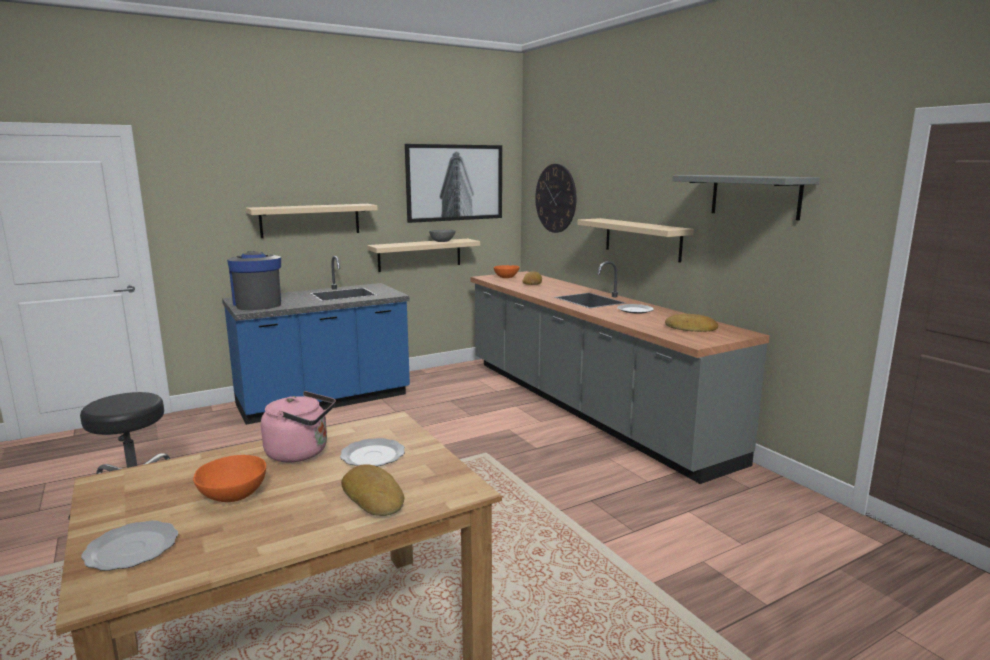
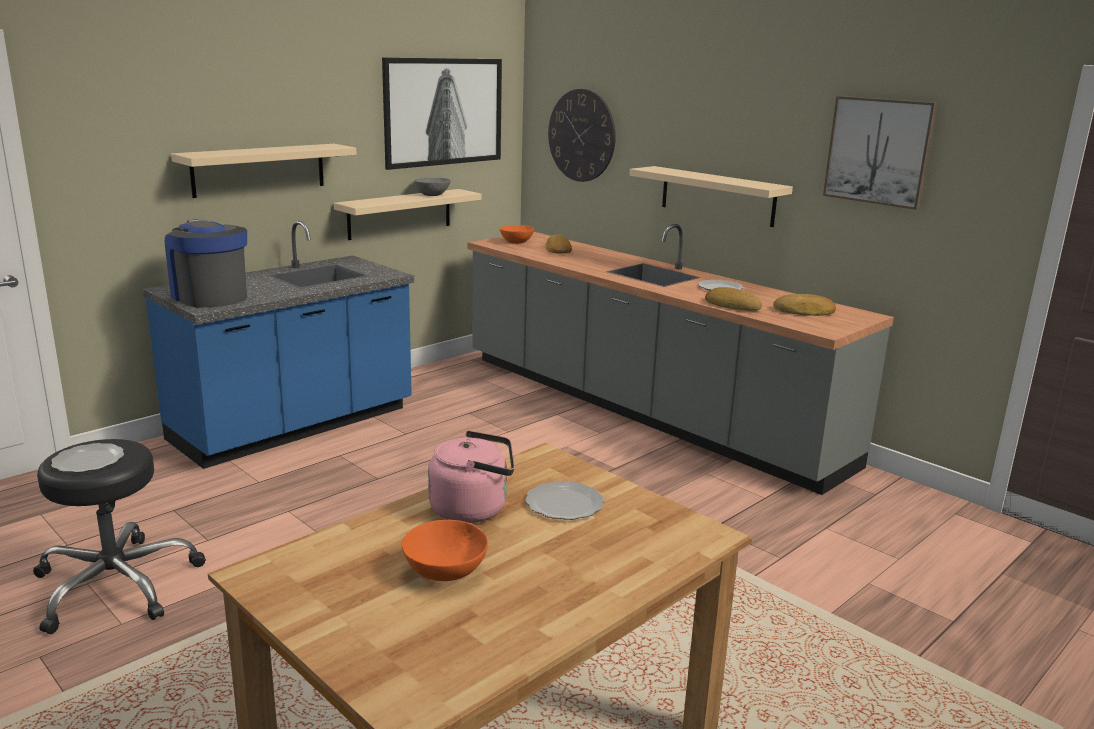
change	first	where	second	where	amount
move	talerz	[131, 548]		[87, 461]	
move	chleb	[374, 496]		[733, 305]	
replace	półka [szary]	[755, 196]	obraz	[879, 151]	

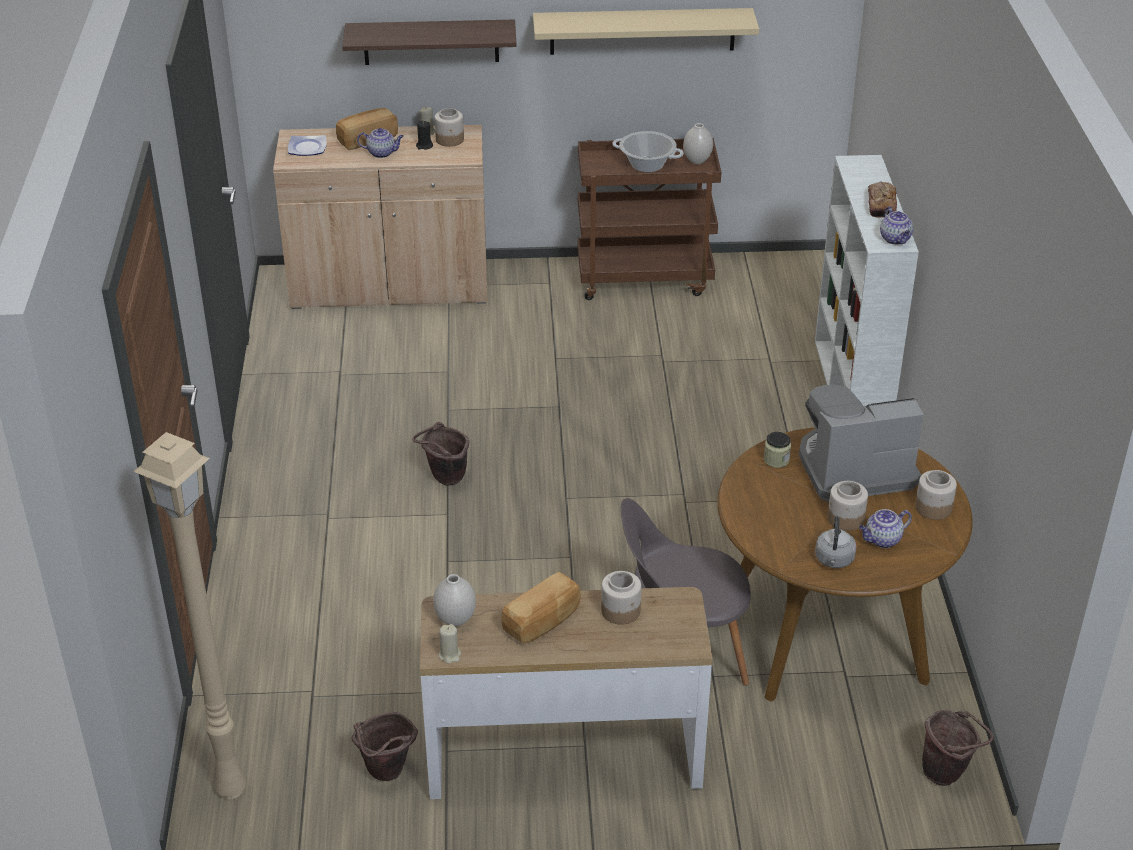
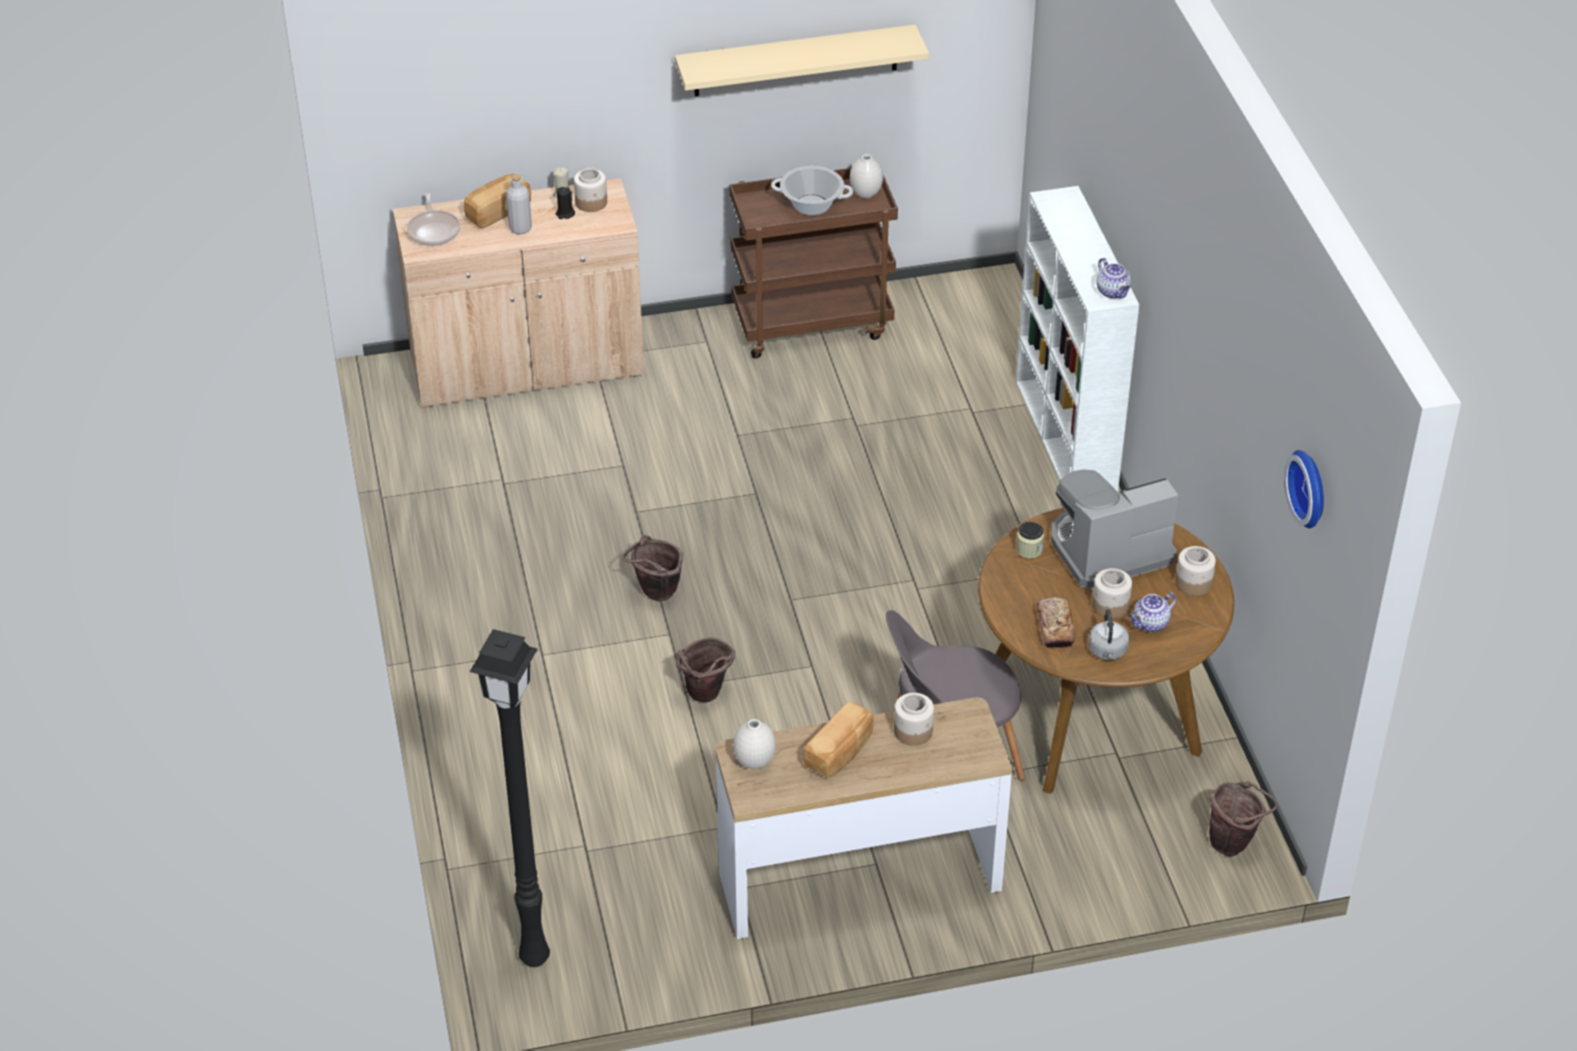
change	first	where	second	where	amount
recolor	lampa stojąca [beżowy]	[228, 790]	lampa stojąca [czarny]	[532, 958]	
replace	talerz	[308, 148]	patelnia	[434, 230]	
delete	półka	[431, 42]			
move	wiadro [brązowy]	[386, 775]		[705, 697]	
replace	imbryk	[382, 153]	butelka [szary]	[520, 228]	
delete	świeca [beżowy]	[450, 655]			
move	chleb	[881, 205]		[1055, 627]	
insert			zegar ścienny	[1311, 488]	

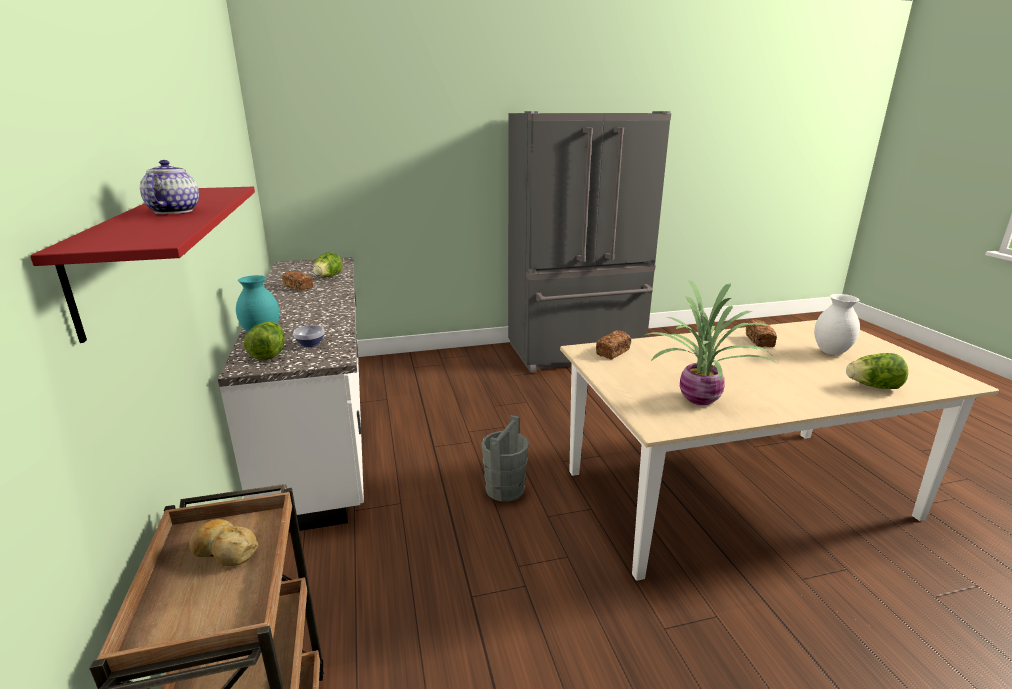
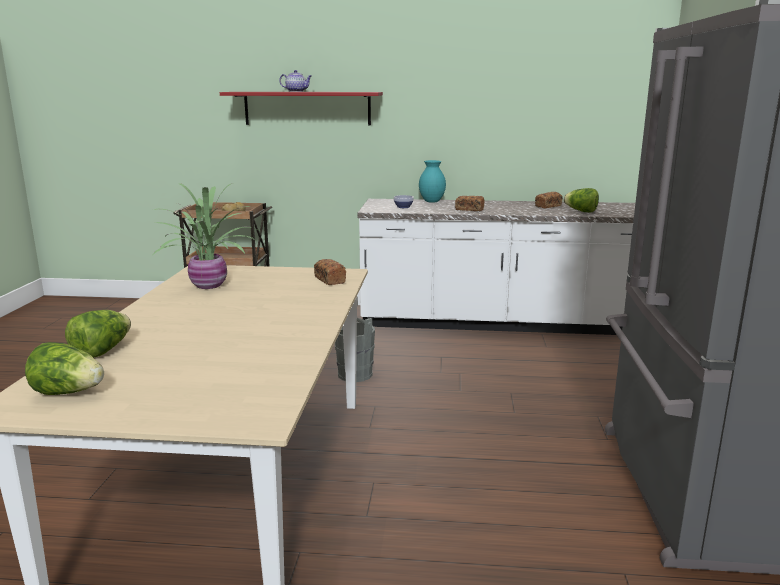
change	first	where	second	where	amount
move	sałata	[269, 354]		[69, 392]	
move	chleb	[759, 341]		[469, 209]	
delete	wazon [biały]	[831, 352]			

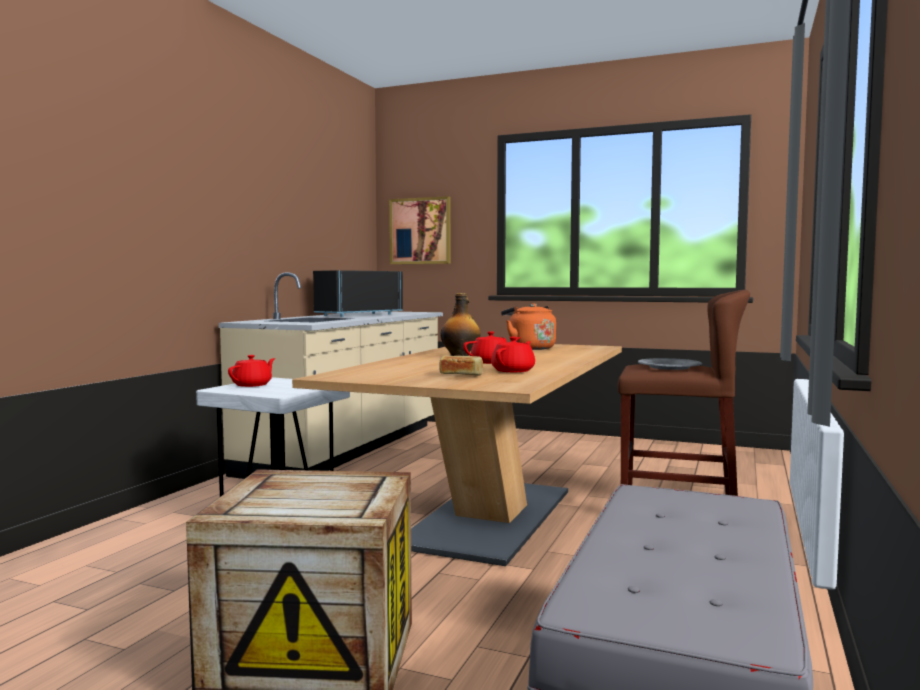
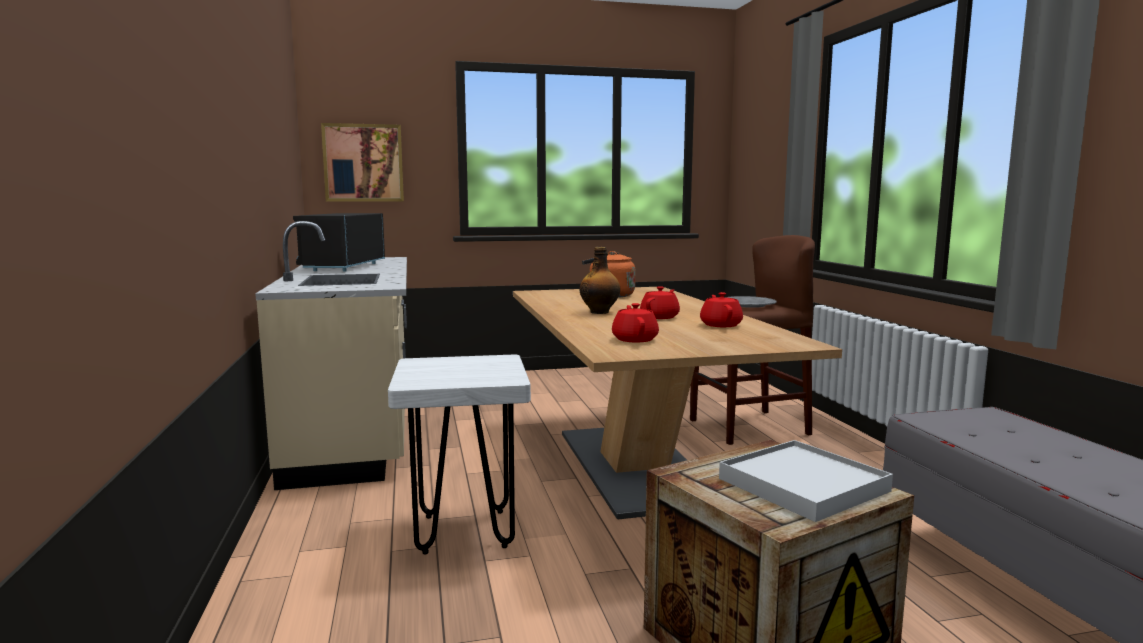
change	first	where	second	where	amount
move	imbryk [czerwony]	[252, 385]		[635, 339]	
delete	chleb	[461, 375]			
insert			taca [biały]	[802, 485]	

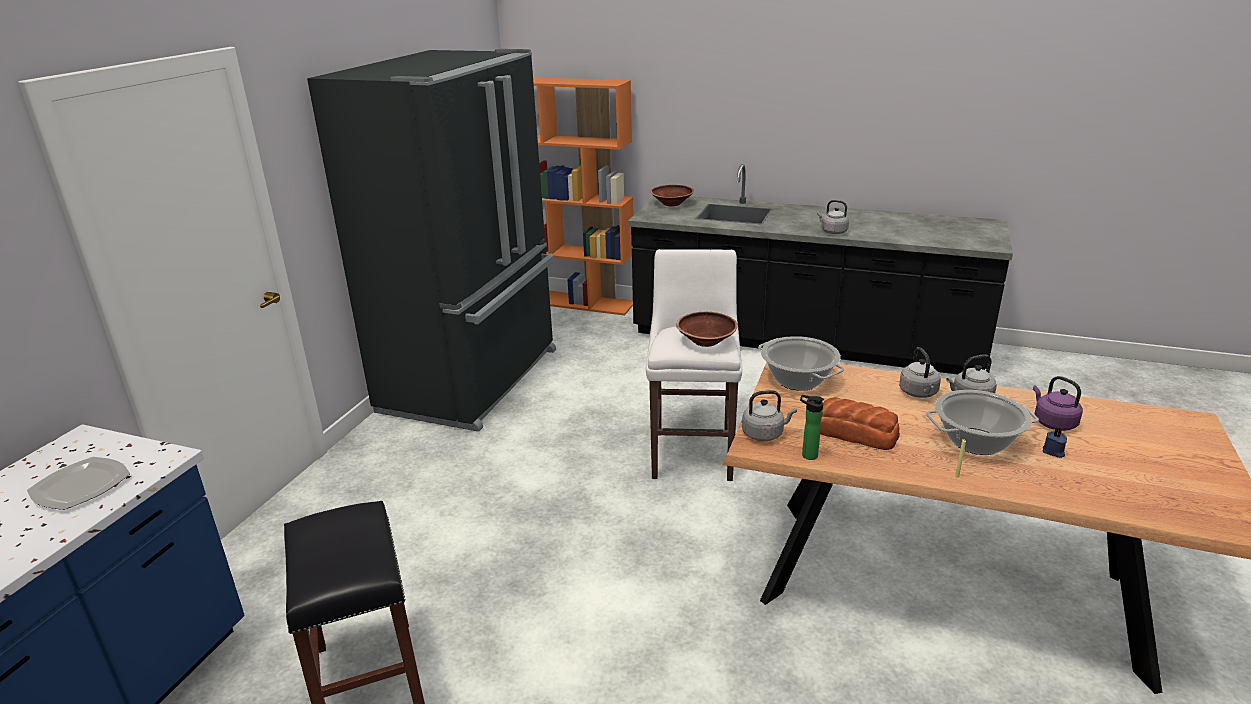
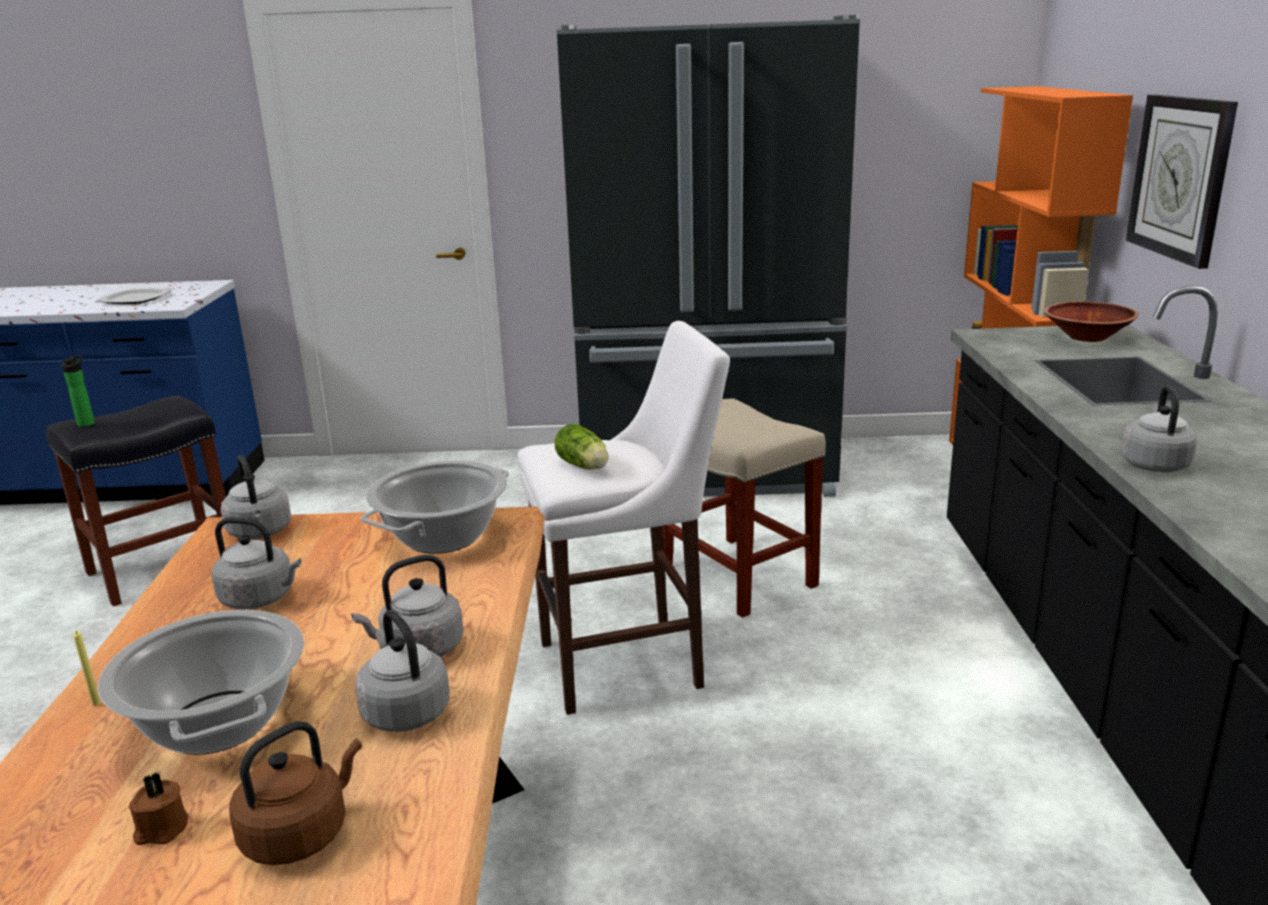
change	first	where	second	where	amount
replace	miska [brązowy]	[706, 341]	sałata	[584, 466]	
move	butelka	[807, 455]		[87, 423]	
replace	chleb	[854, 433]	czajnik [szary]	[261, 598]	
recolor	czajnik [fioletowy]	[1052, 422]	czajnik [brązowy]	[300, 834]	
recolor	świeca [niebieski]	[1053, 452]	świeca [brązowy]	[161, 829]	
insert			stołek [beżowy]	[739, 576]	
insert			zegar ścienny	[1181, 177]	

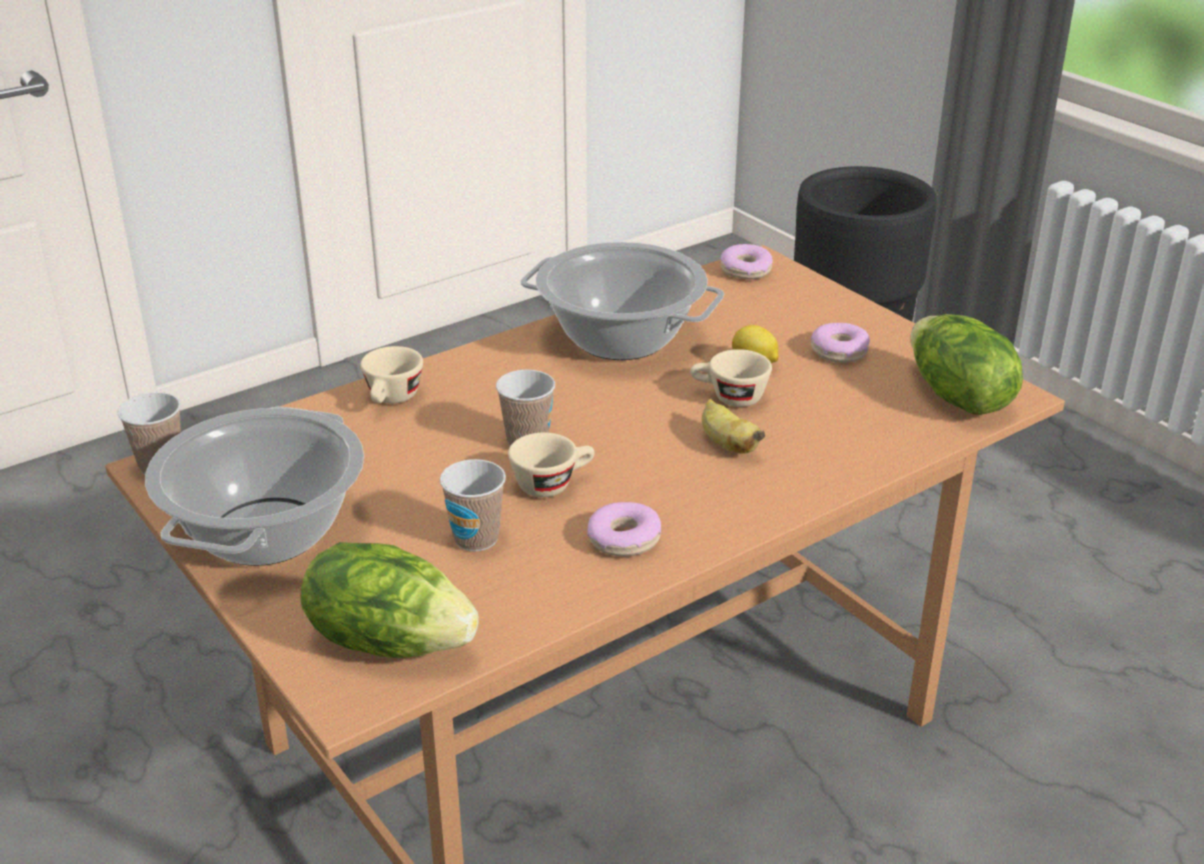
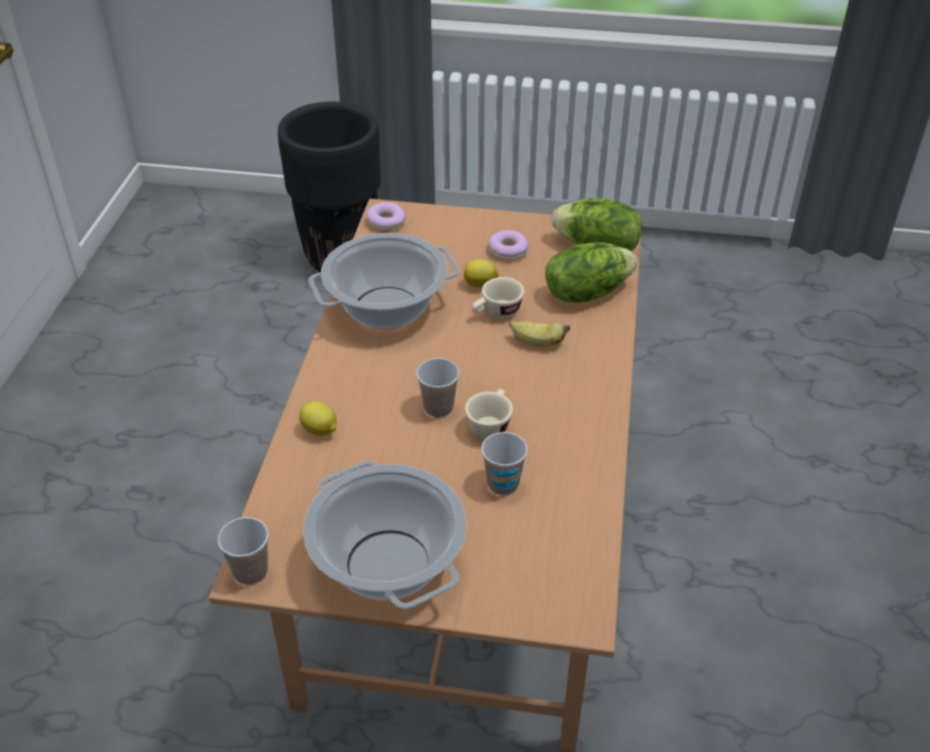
change	first	where	second	where	amount
move	sałata	[389, 640]		[586, 292]	
replace	filiżanka [beżowy]	[392, 400]	cytryna	[320, 431]	
delete	donut	[624, 539]			

